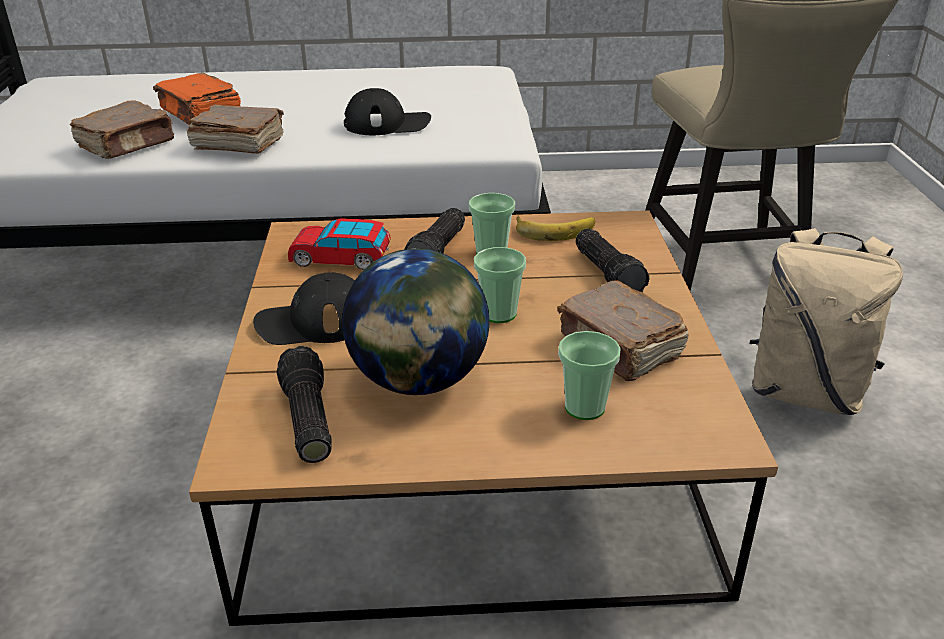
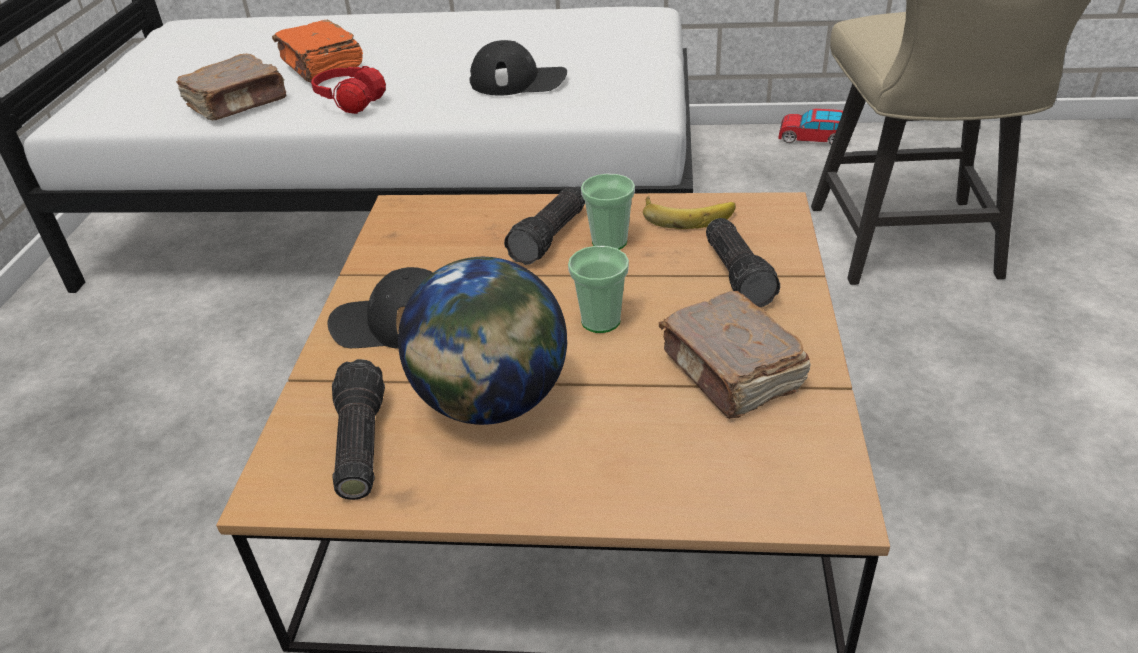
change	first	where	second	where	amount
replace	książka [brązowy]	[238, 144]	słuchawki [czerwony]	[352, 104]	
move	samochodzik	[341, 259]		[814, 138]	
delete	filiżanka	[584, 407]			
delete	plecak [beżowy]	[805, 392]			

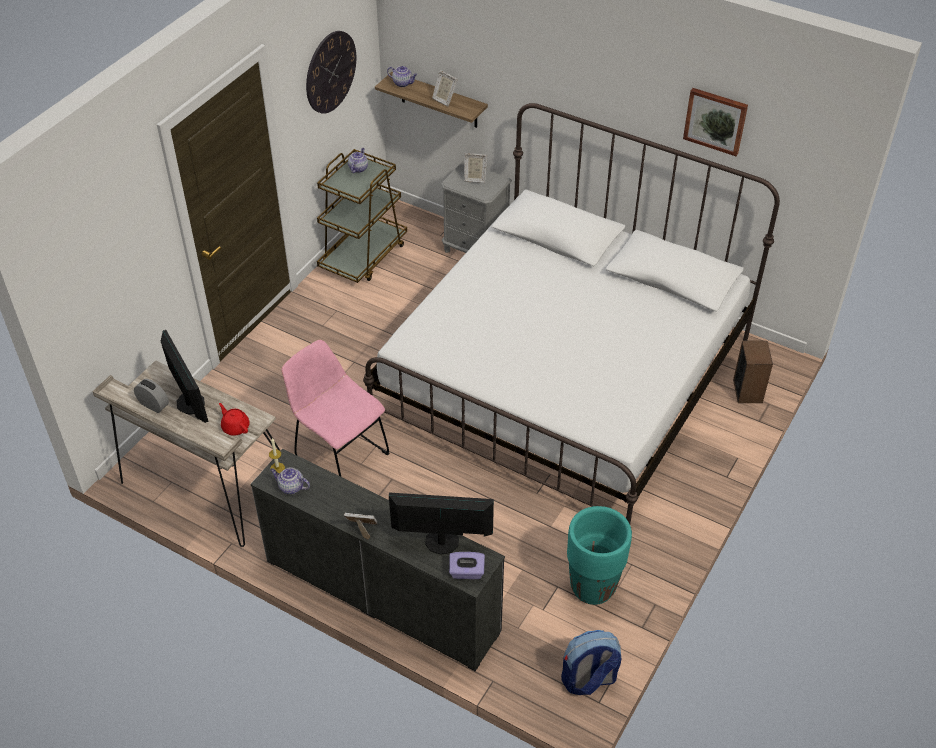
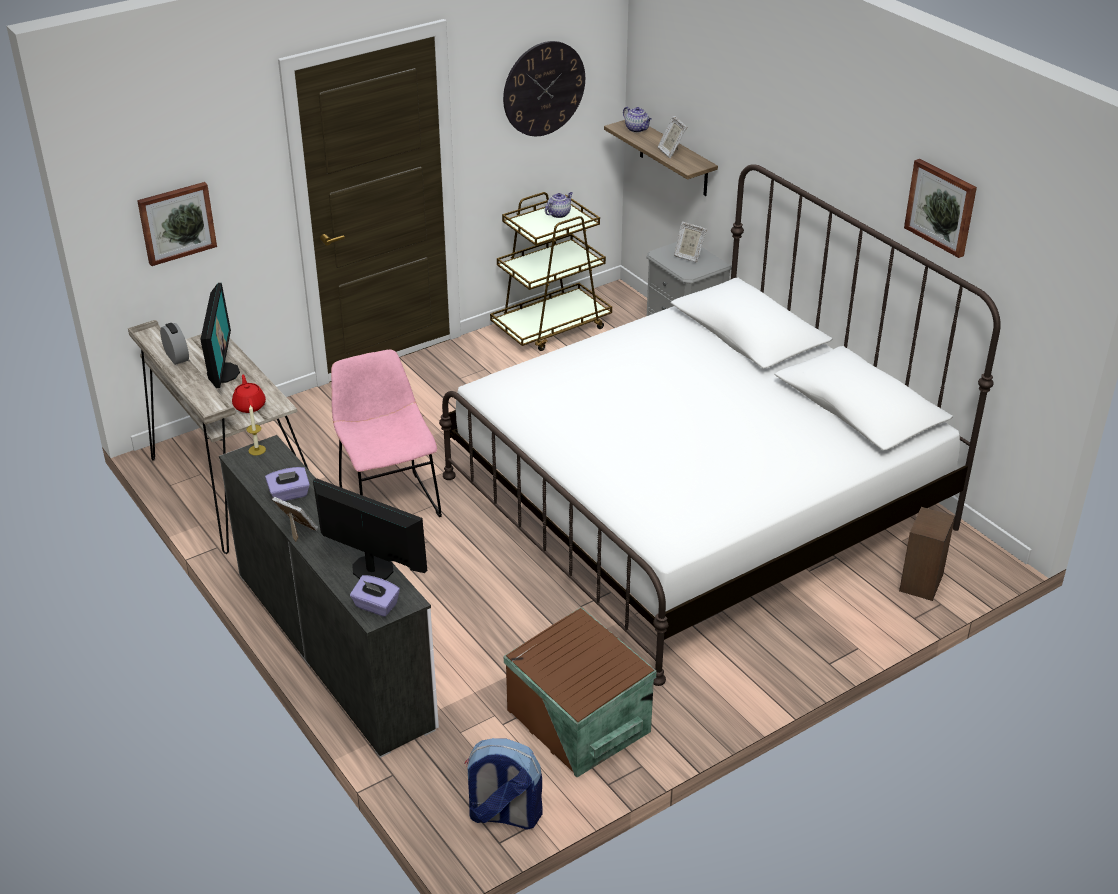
change	first	where	second	where	amount
recolor	komoda [czarny]	[381, 595]	komoda [biały]	[334, 647]	
delete	imbryk	[290, 487]			
replace	donica [turkusowy]	[593, 587]	pojemnik do przechowywania [brązowy]	[577, 722]	
insert			obraz	[176, 222]	
insert			pudełko chusteczek [fioletowy]	[289, 494]	

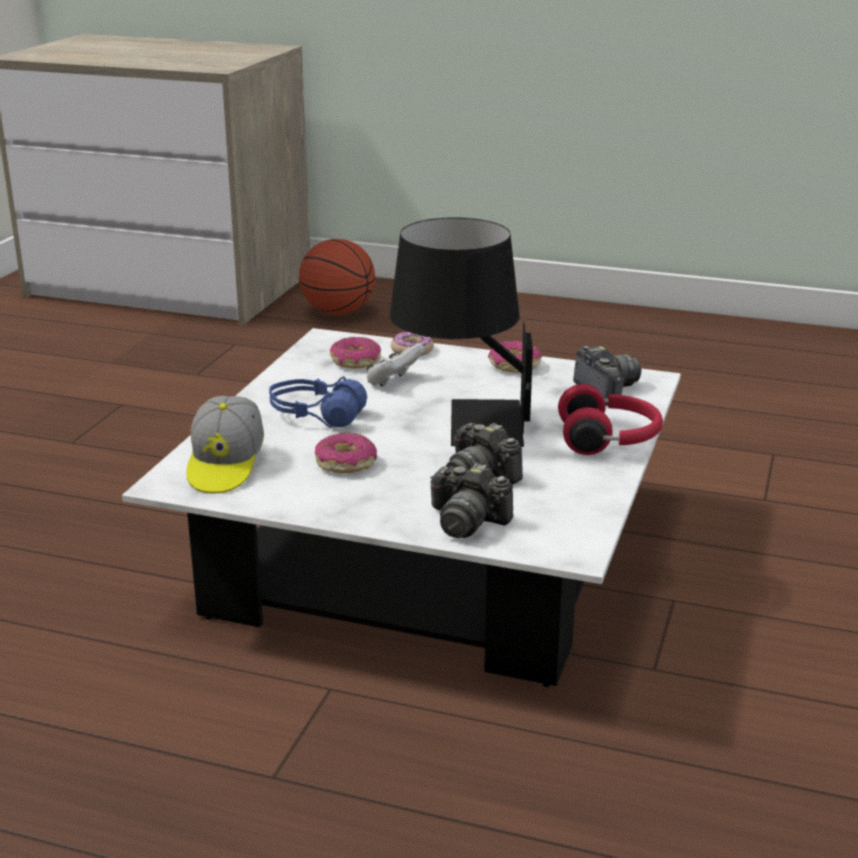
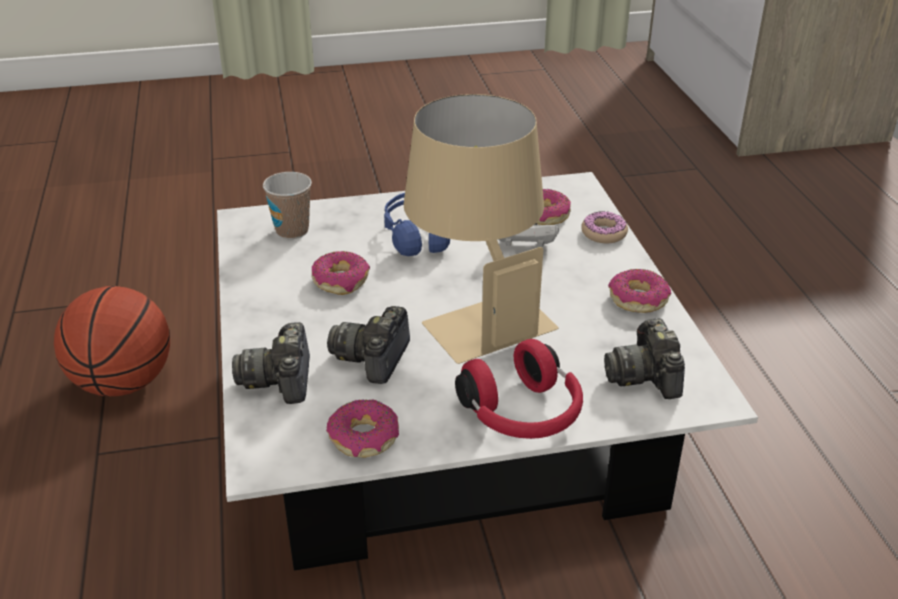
change	first	where	second	where	amount
replace	czapka z daszkiem	[225, 466]	filiżanka	[292, 231]	
move	piłka do koszykówki	[338, 312]		[123, 383]	
recolor	lampa stołowa [czarny]	[461, 422]	lampa stołowa [beżowy]	[475, 312]	
rotate	aparat fotograficzny	[606, 390]		[645, 376]	135 degrees clockwise
insert			donut	[364, 438]	

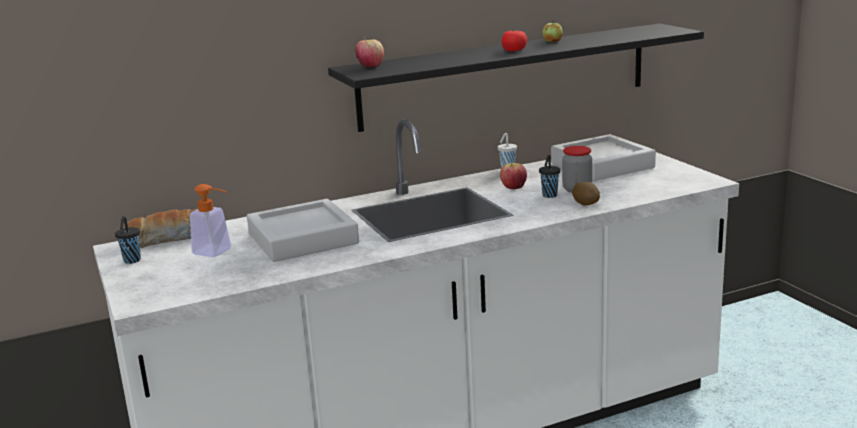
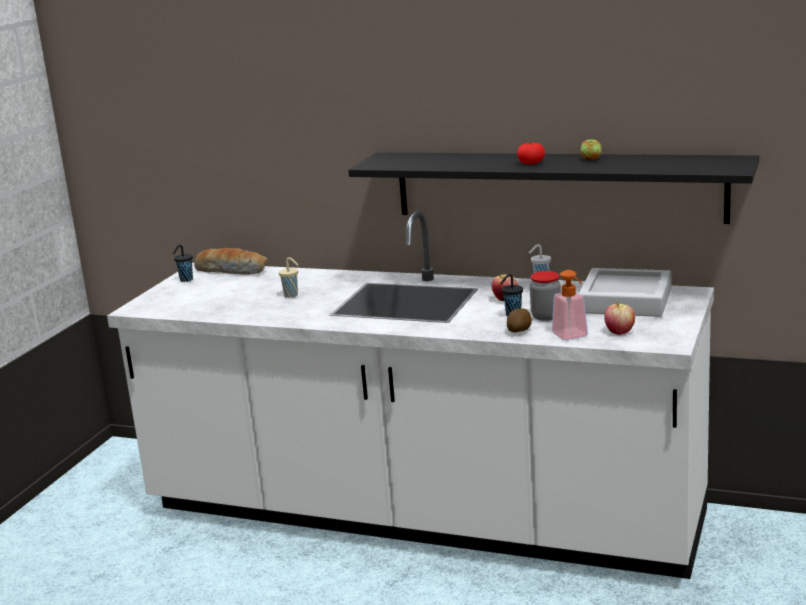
change	first	where	second	where	amount
move	dozownik mydła	[217, 252]		[572, 337]	
replace	taca [szary]	[303, 238]	filiżanka [beżowy]	[292, 295]	
move	jabłko	[370, 66]		[619, 332]	

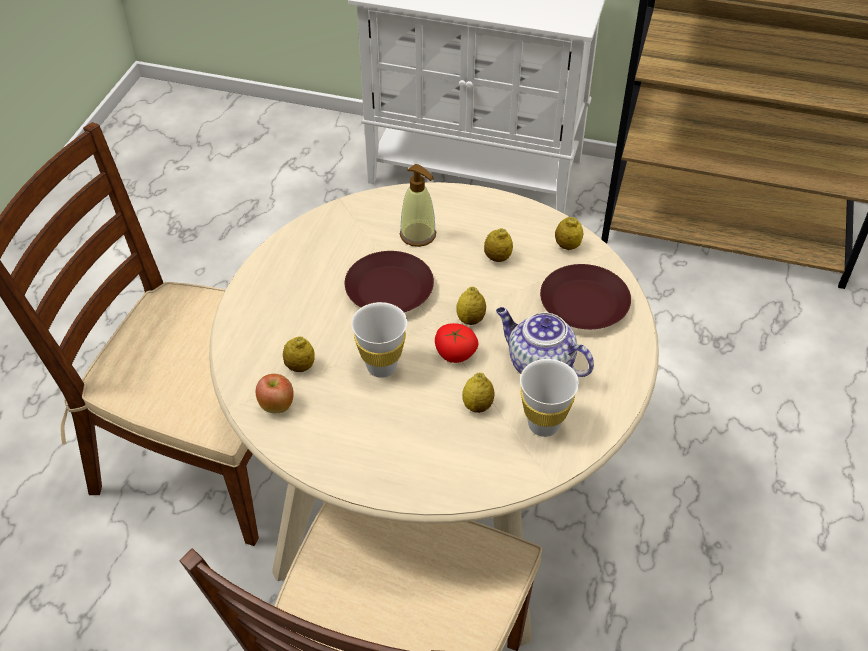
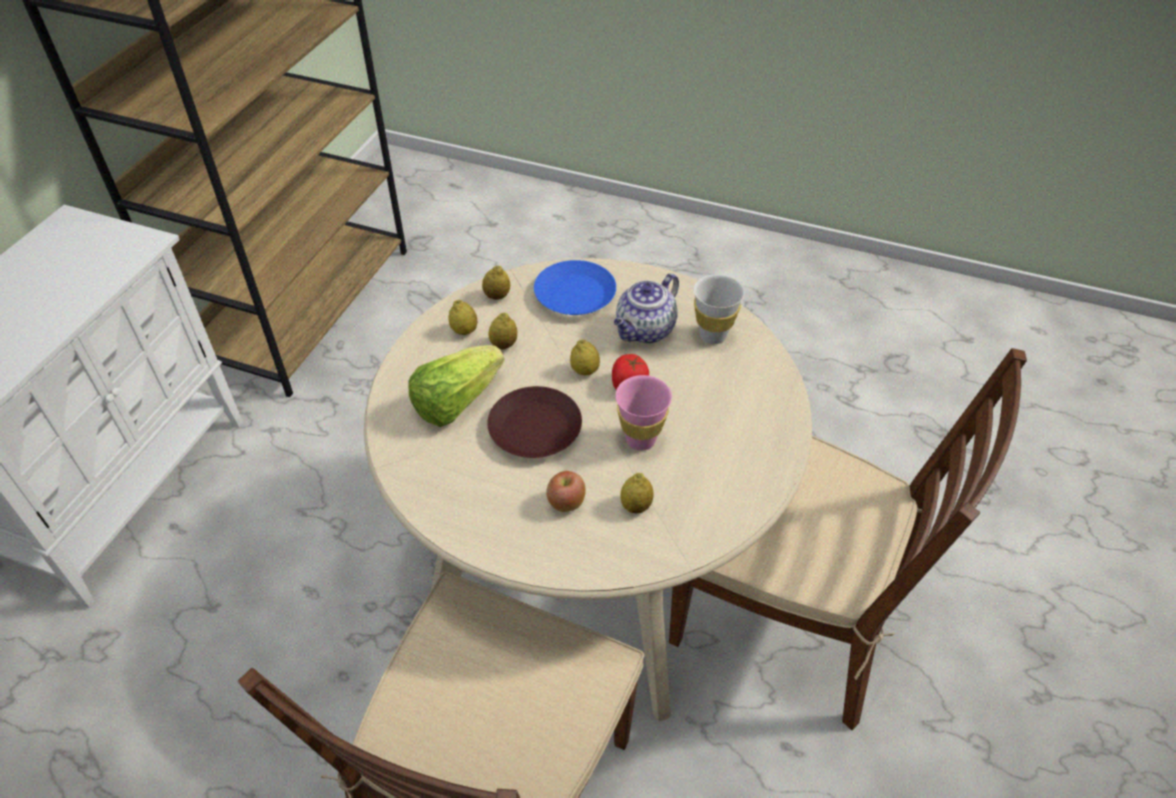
change	first	where	second	where	amount
move	jabłko	[277, 405]		[566, 503]	
recolor	filiżanka [biały]	[381, 367]	filiżanka [różowy]	[640, 439]	
replace	dozownik mydła	[418, 235]	sałata	[456, 401]	
move	cytryna	[477, 406]		[464, 331]	
recolor	talerz [brązowy]	[585, 304]	talerz [niebieski]	[575, 294]	

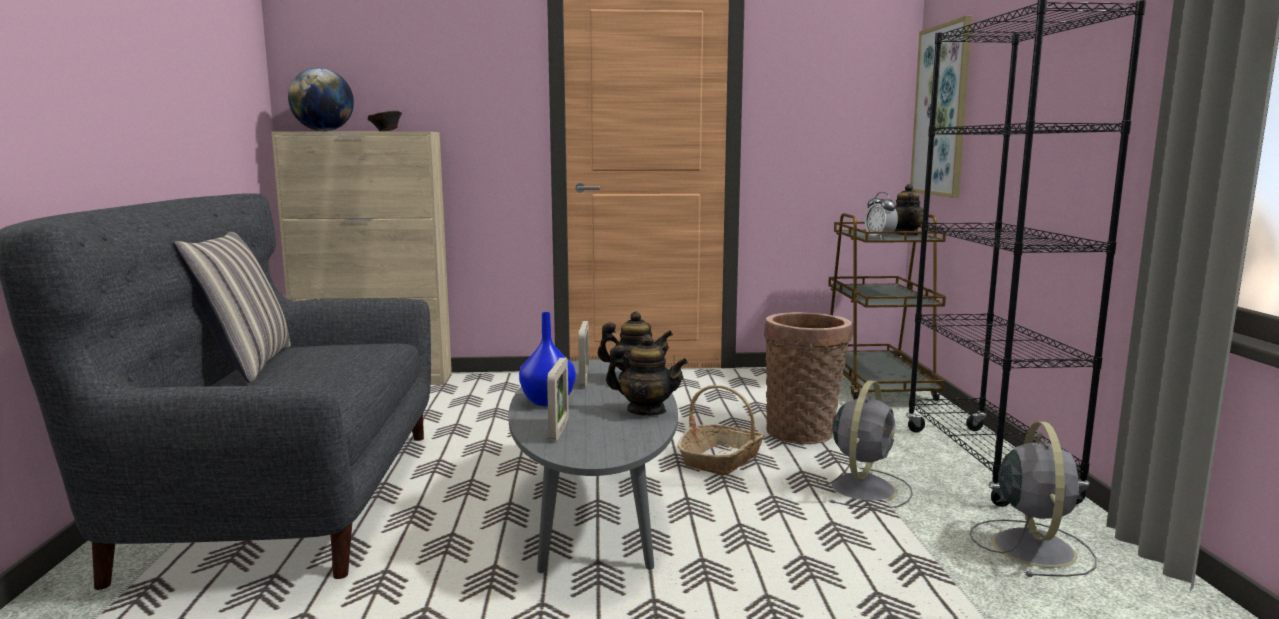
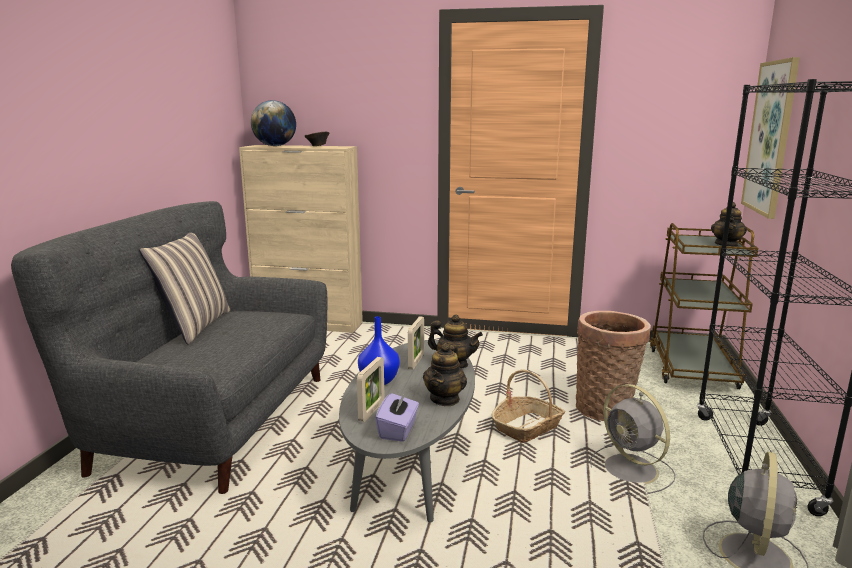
change	first	where	second	where	amount
rotate	imbryk	[646, 411]		[445, 399]	75 degrees clockwise
rotate	wentylator [szary]	[863, 487]		[632, 470]	105 degrees clockwise
delete	budzik	[879, 238]			
insert			pudełko chusteczek [fioletowy]	[398, 430]	

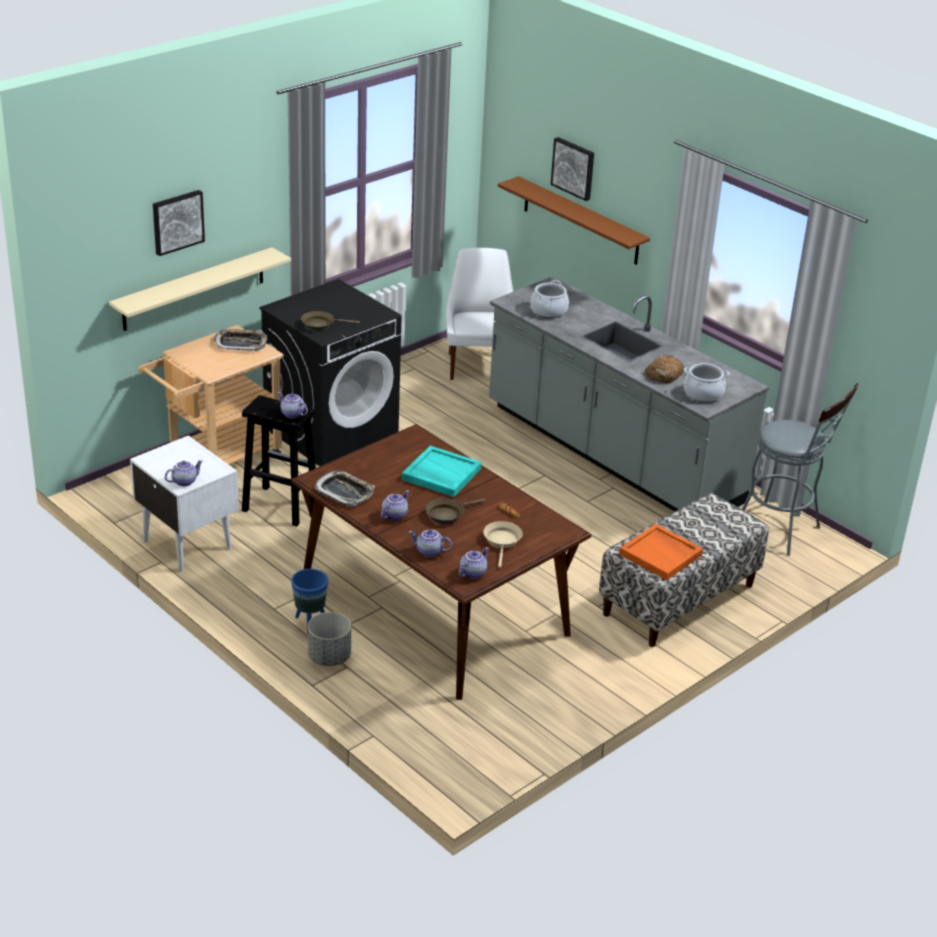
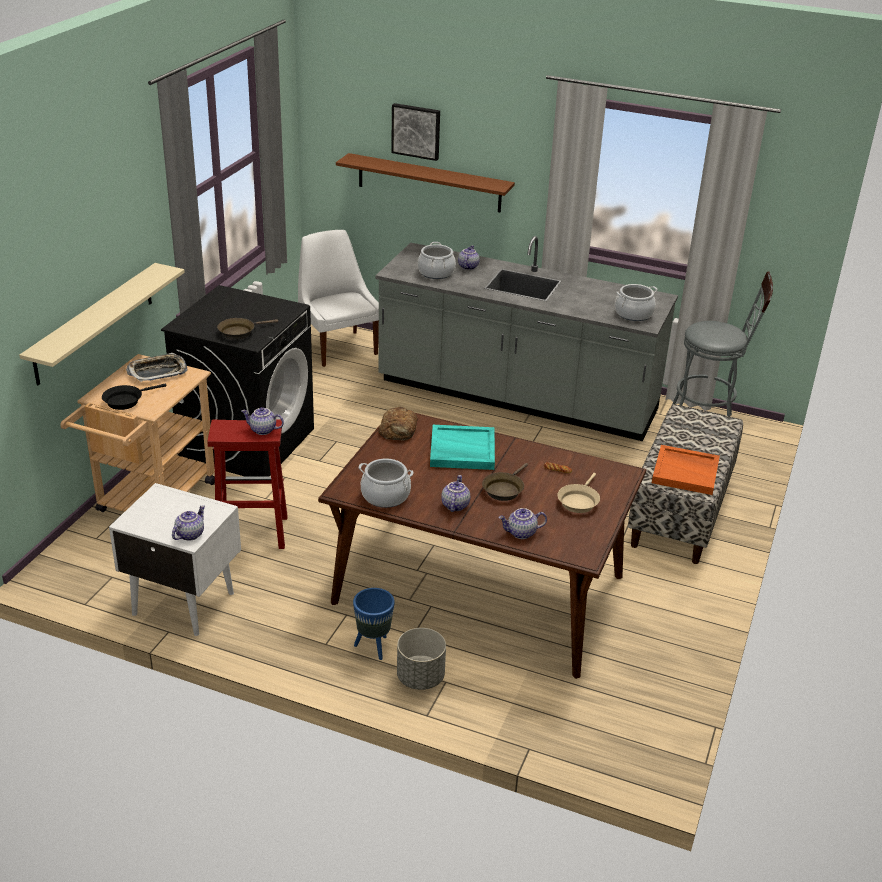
change	first	where	second	where	amount
delete	obraz	[177, 221]			
recolor	stołek [czarny]	[279, 506]	stołek [czerwony]	[251, 532]	
replace	taca	[344, 492]	garnek	[385, 495]	
move	imbryk	[472, 573]		[467, 266]	
rotate	patelnia [beżowy]	[502, 542]		[578, 501]	135 degrees counterclockwise
move	chleb	[664, 374]		[398, 429]	
insert			patelnia [czarny]	[126, 400]	

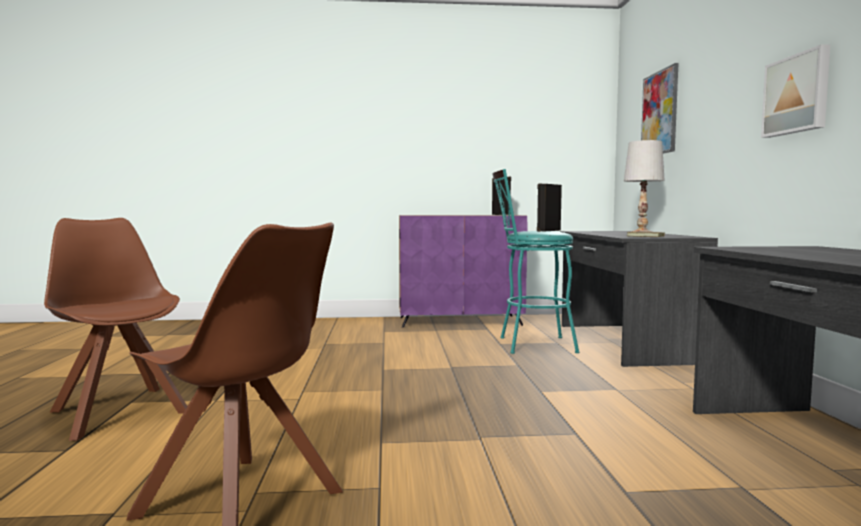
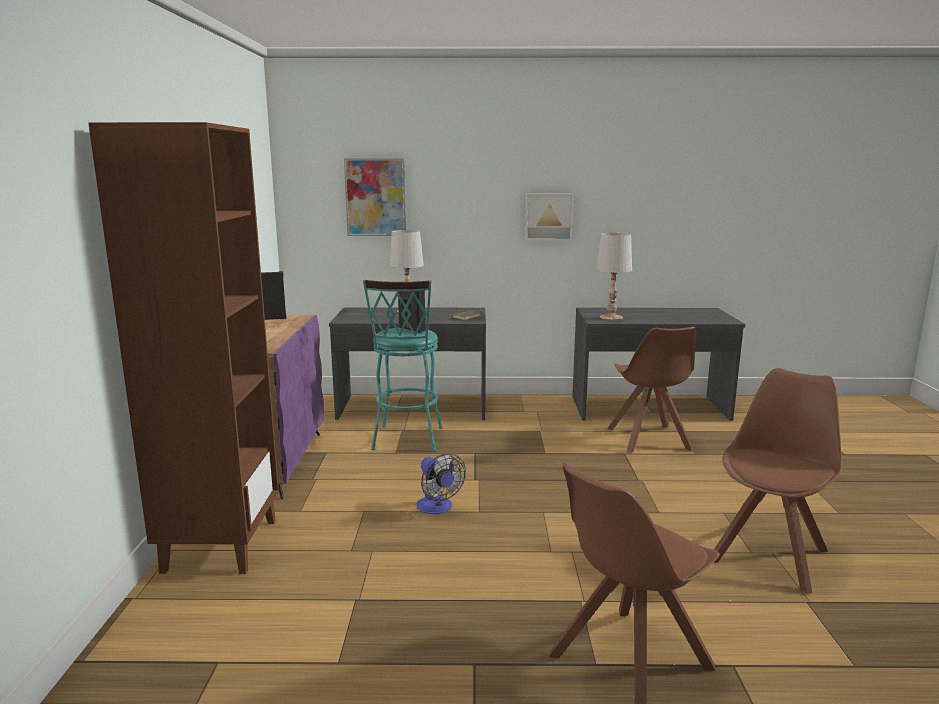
change	first	where	second	where	amount
insert			regał [brązowy]	[220, 544]	
insert			wentylator	[437, 508]	
insert			lampa stołowa [biały]	[611, 317]	
insert			krzesło [brązowy]	[649, 440]	

